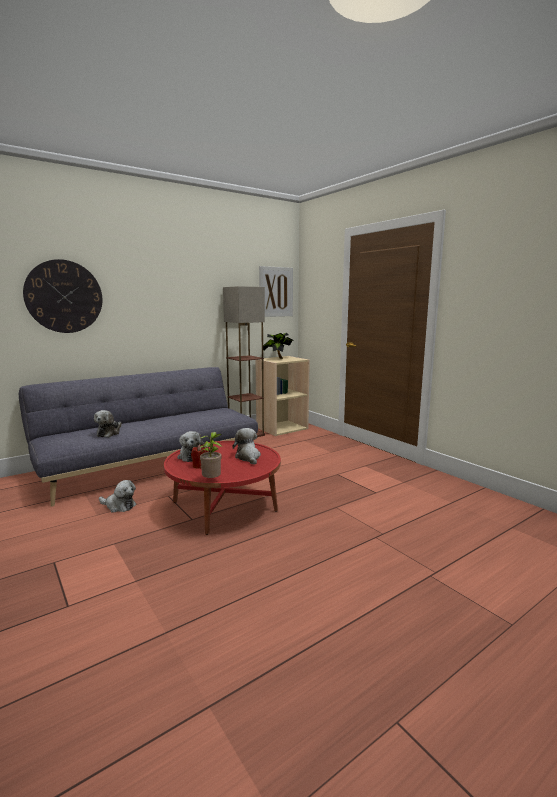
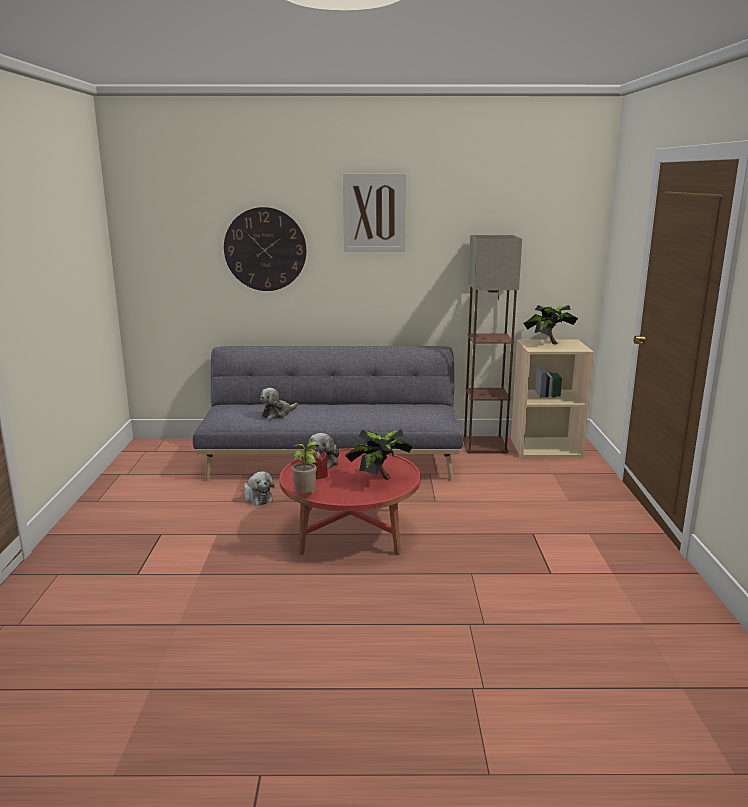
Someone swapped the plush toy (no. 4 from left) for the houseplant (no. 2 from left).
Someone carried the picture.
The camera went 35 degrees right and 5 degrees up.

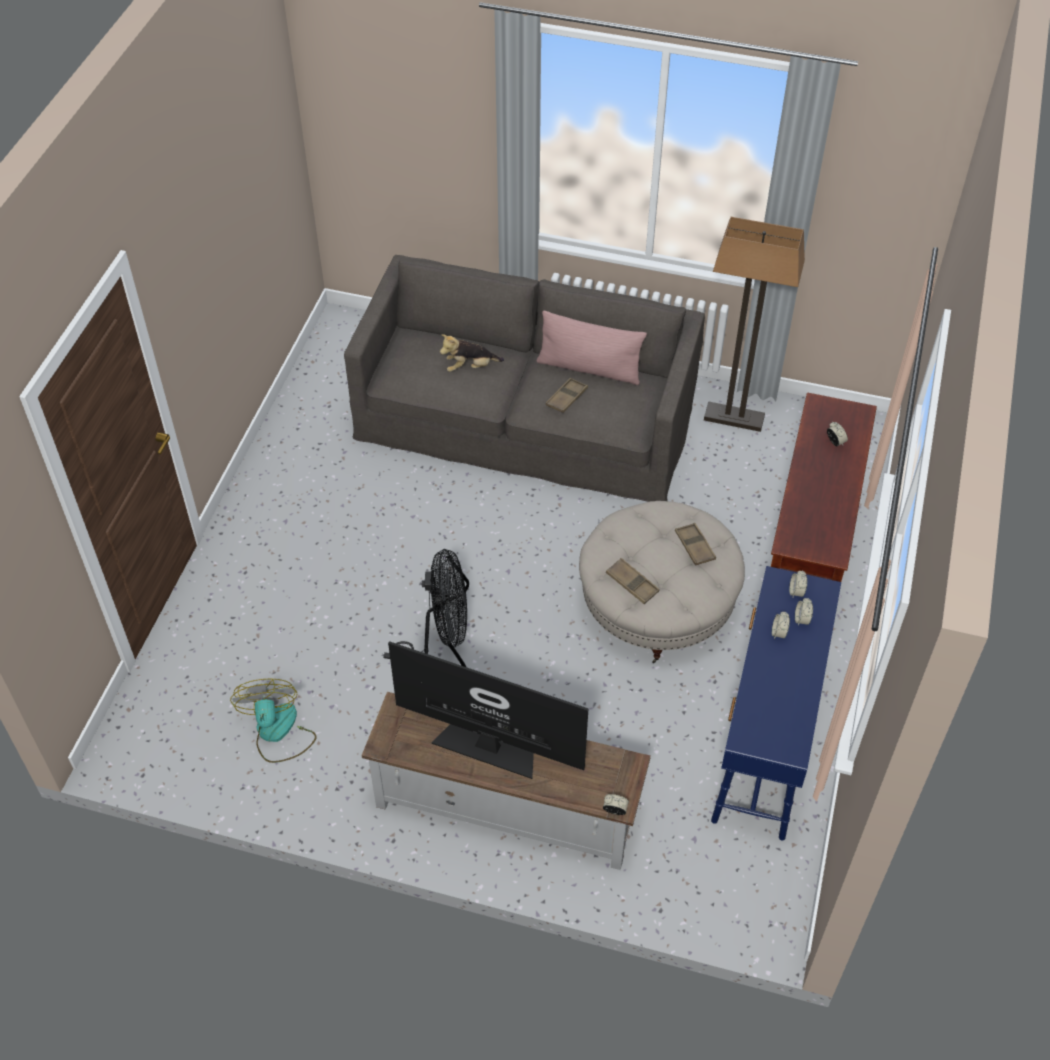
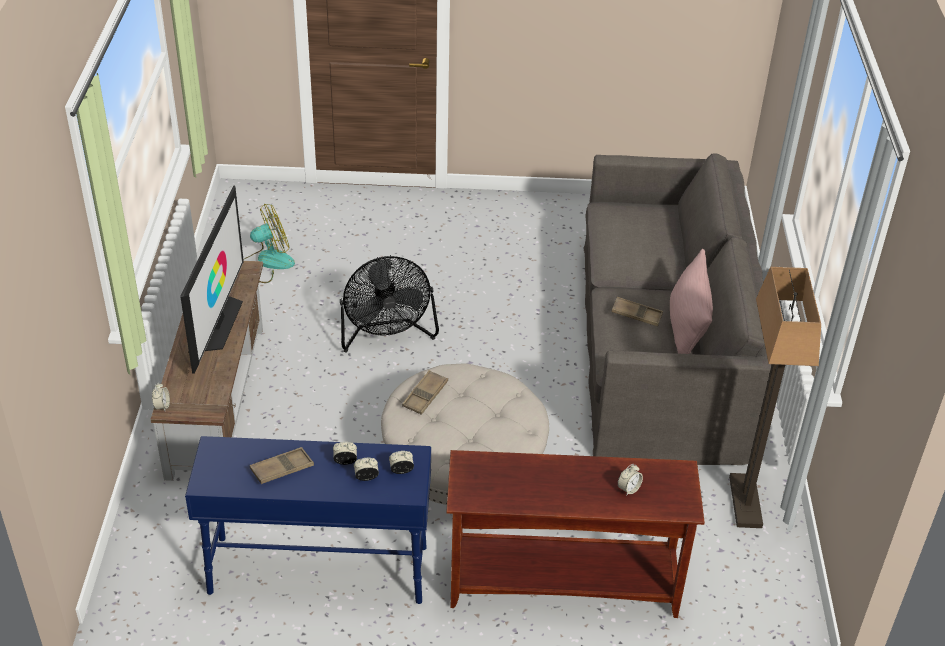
Someone took away the plush toy.
Someone carried the brown tray (no. 3 from left in the first image).
The camera went 75 degrees right and 10 degrees down.

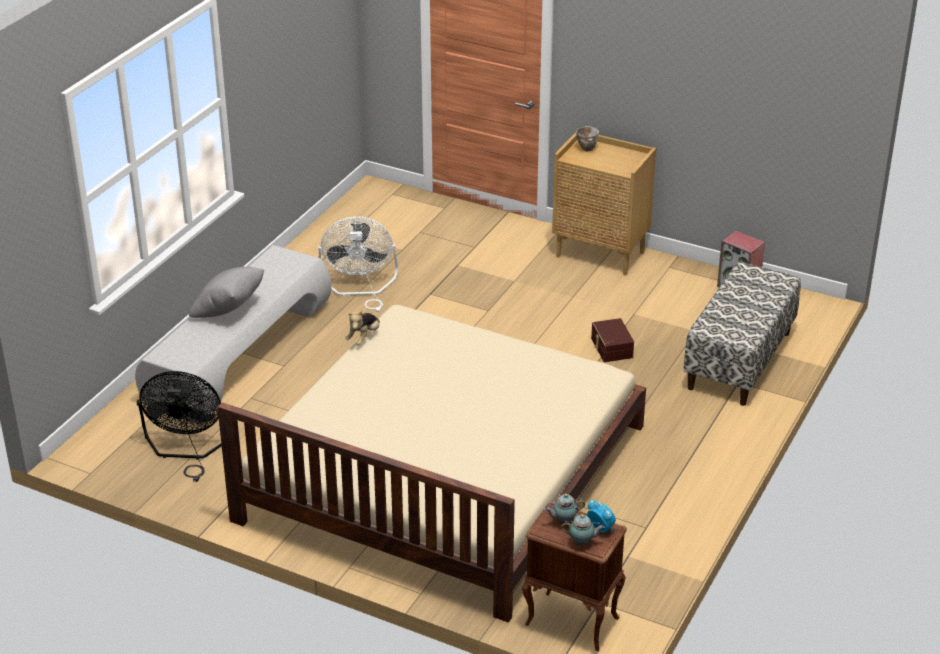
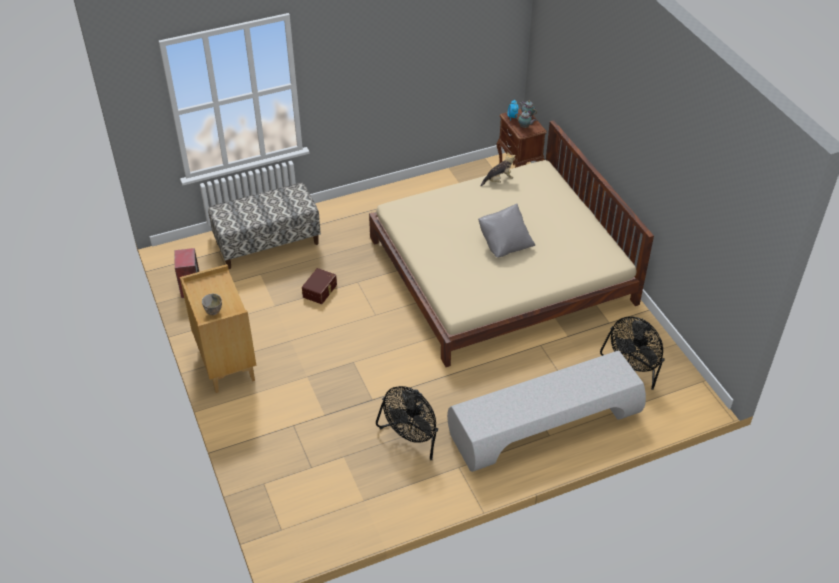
Someone carried the gray cushion.
Someone repainted the white-coloured fan, which became the black-coloured fan (no. 1 from left).
Someone carried the plush toy.
The camera went 140 degrees left and 10 degrees up.

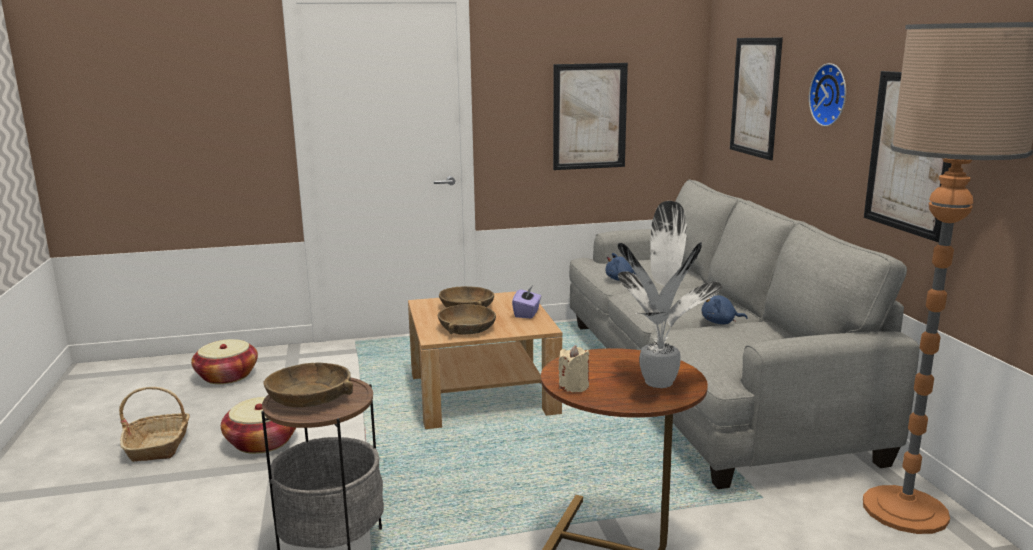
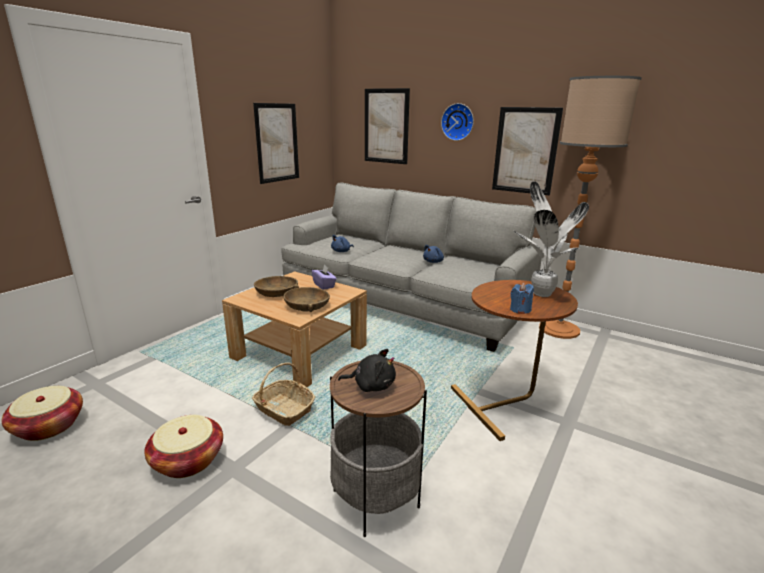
Someone carried the storage basket (no. 1 from left in the first image).
Someone swapped the brown deep dish (no. 1 from left) for the black-coloured plush toy.
Someone repainted the beige-coloured wax candle, which became the bluish wax candle.
The camera went 45 degrees left and 5 degrees up.

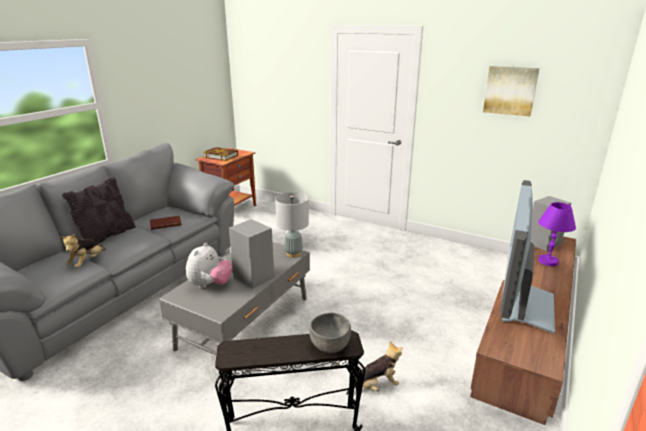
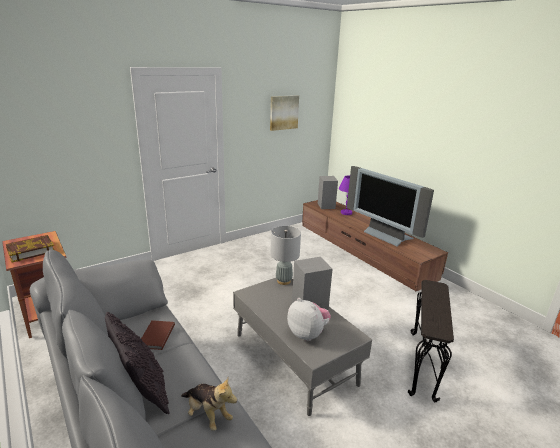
Someone took away the gray deep dish.
Someone took away the plush toy (no. 3 from left).
The camera went 65 degrees left and 0 degrees up.

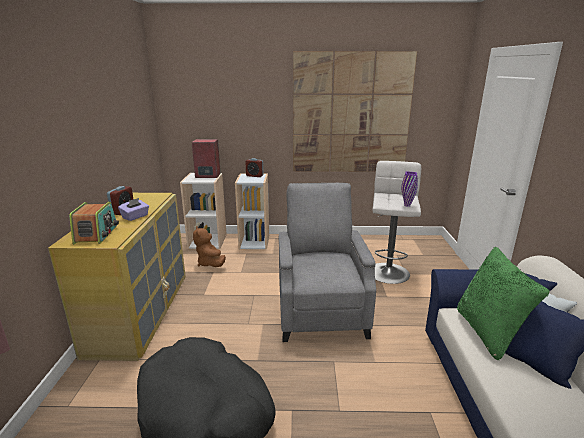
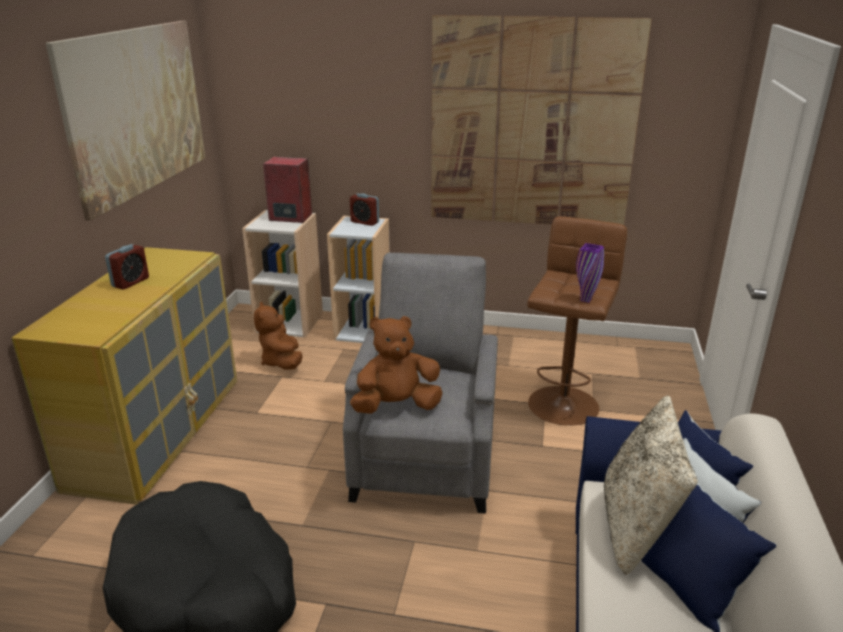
Someone took away the radio receiver.
Someone took away the purple tissue box.
Someone repainted the white-coloured stool seat, which became the brown stool seat.
Someone repainted the green cushion, which became the beige-coloured cushion.
Someone put up the picture (no. 1 from left).
Someone put down the brown plush toy (no. 2 from left).
The camera went 10 degrees right and 5 degrees up.

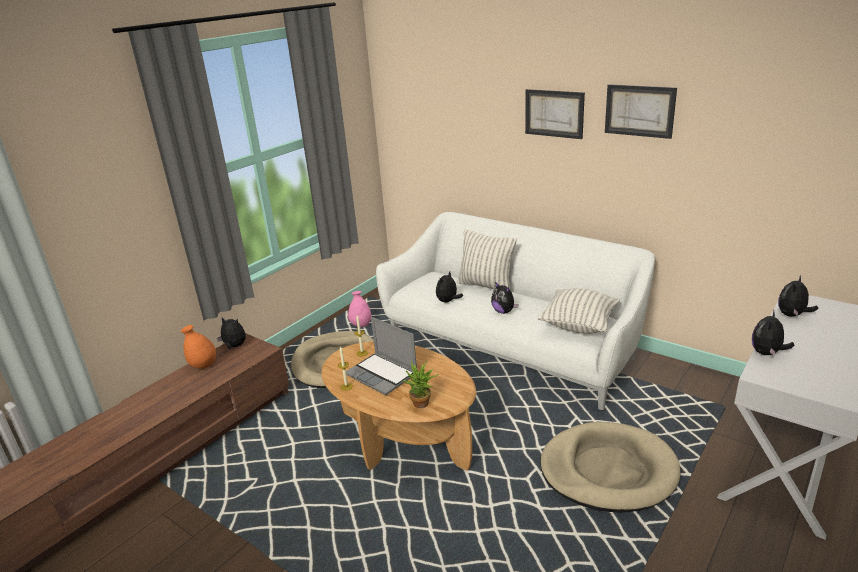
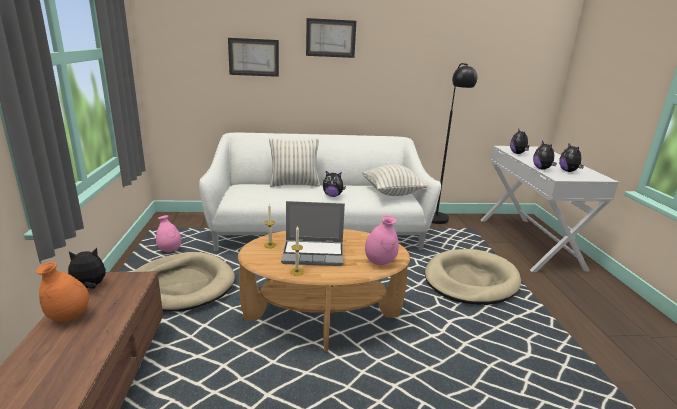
Someone swapped the houseplant for the pinkish decorative vase (no. 2 from left).
Someone carried the plush toy (no. 2 from left in the first image).
Someone carried the picture (no. 2 from left in the first image).
Someone put down the black-coloured standard lamp.
The camera went 45 degrees left and 5 degrees down.

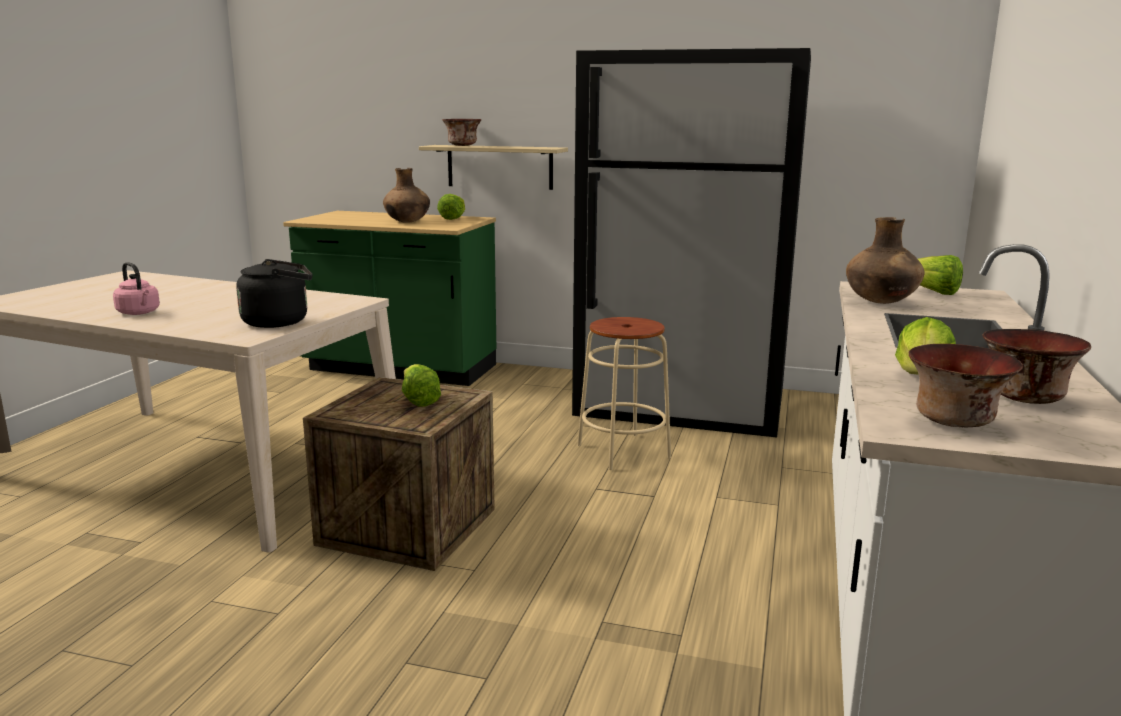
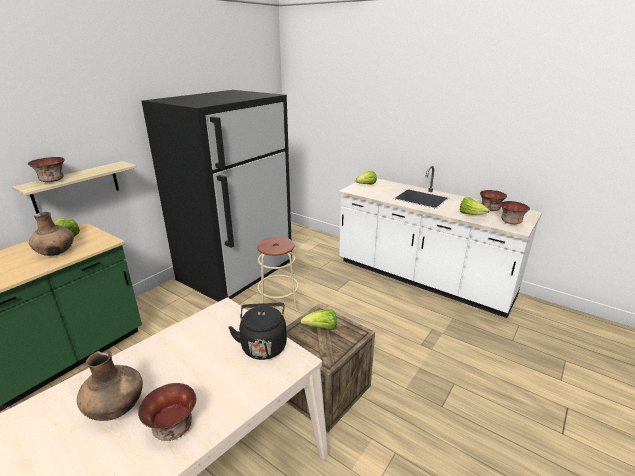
Someone swapped the pinkish tea kettle for the deep dish (no. 2 from left).
Someone carried the brown decorative vase (no. 2 from left).
The camera went 70 degrees left and 10 degrees up.

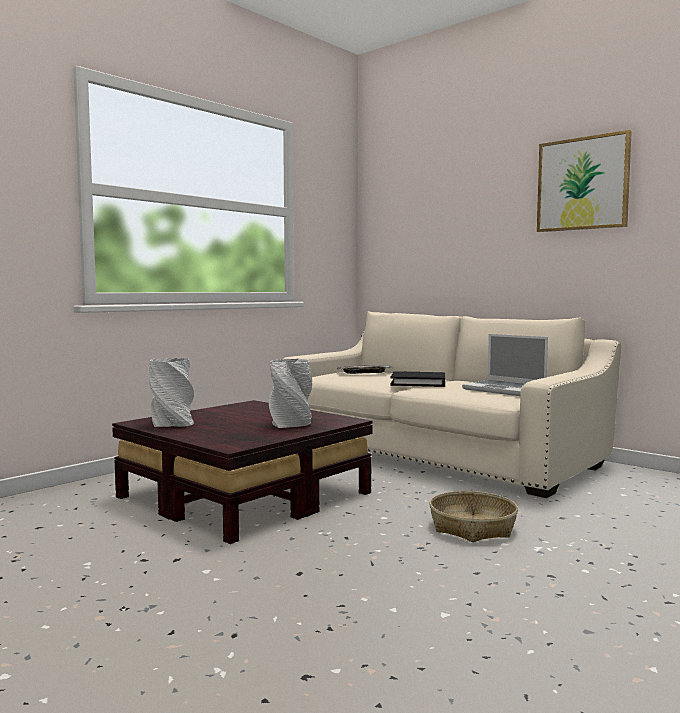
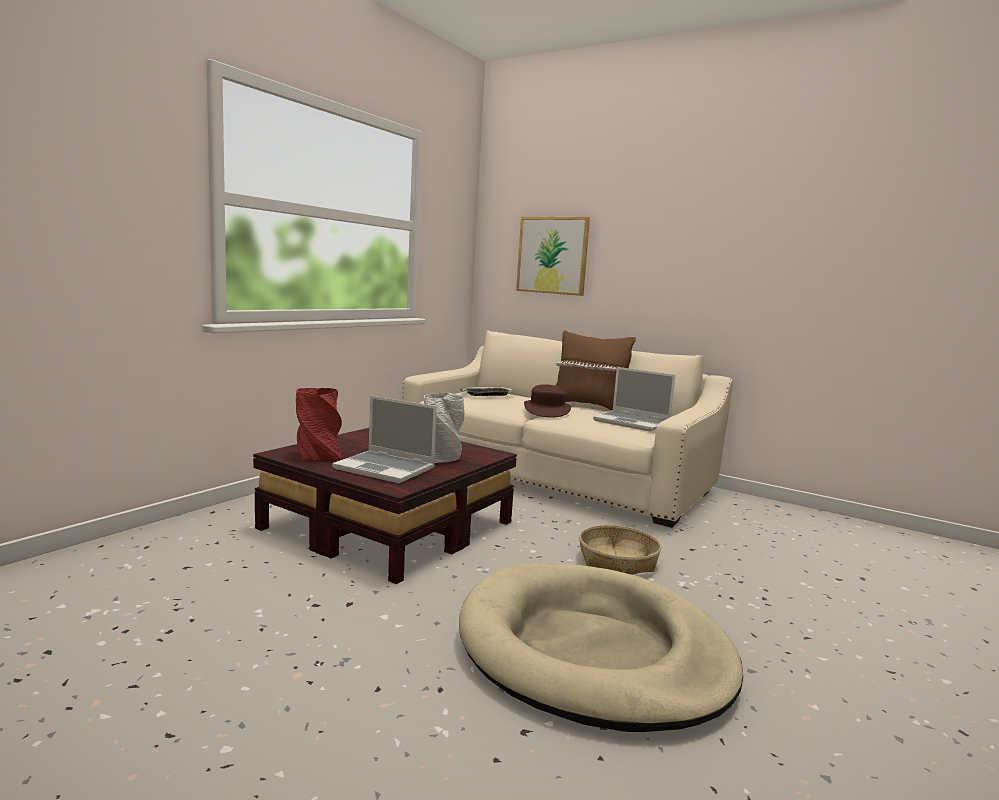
Someone repainted the gray decorative vase (no. 1 from left), which became the red decorative vase.
Someone swapped the black-coloured bound book for the brown clothing hat.
Someone carried the picture.
Someone put down the portable computer (no. 1 from left).
Someone put down the beige-coloured dog cushion.
Someone put down the brown cushion.
The camera went 10 degrees left and 5 degrees up.

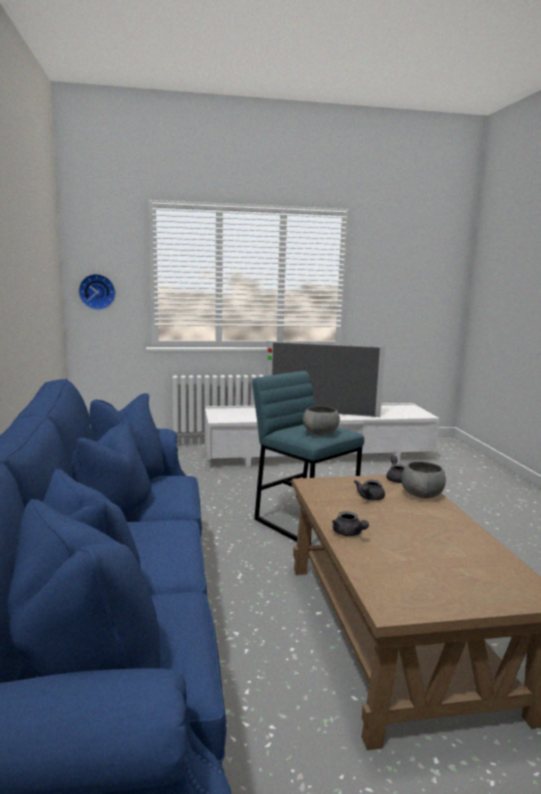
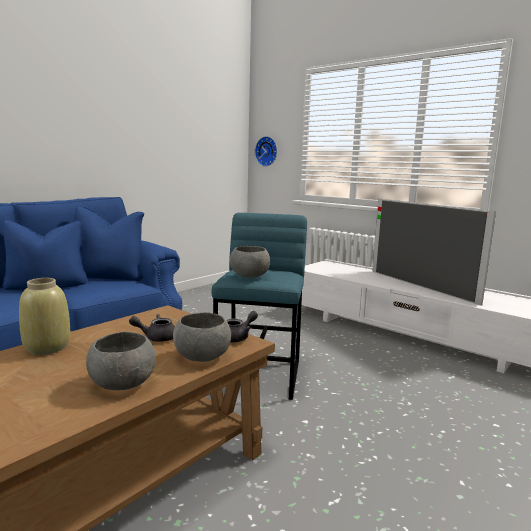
Someone swapped the gray pot for tea (no. 1 from left) for the beige-coloured decorative vase.
Someone put down the gray deep dish (no. 1 from left).
The camera went 50 degrees right and 0 degrees up.

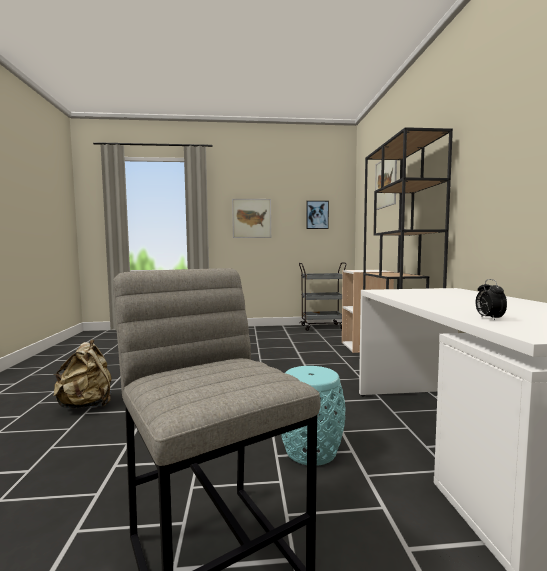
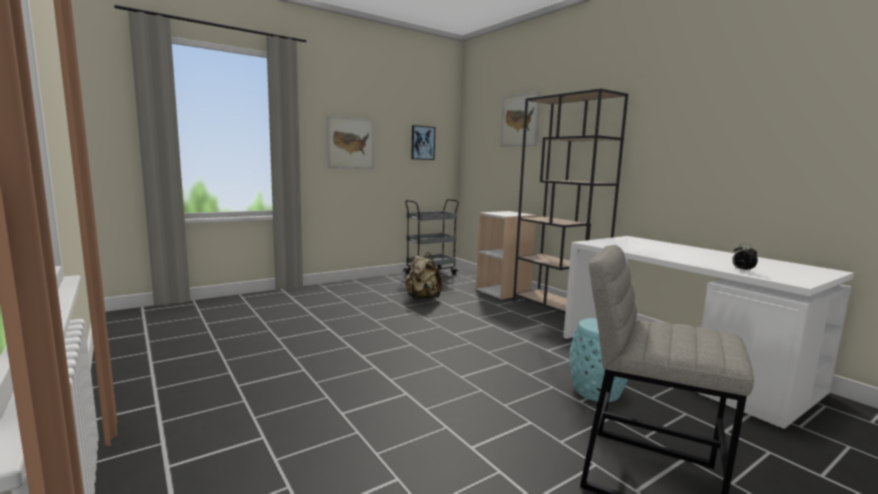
Someone carried the beige-coloured backpack.
The camera went 30 degrees left and 5 degrees up.

